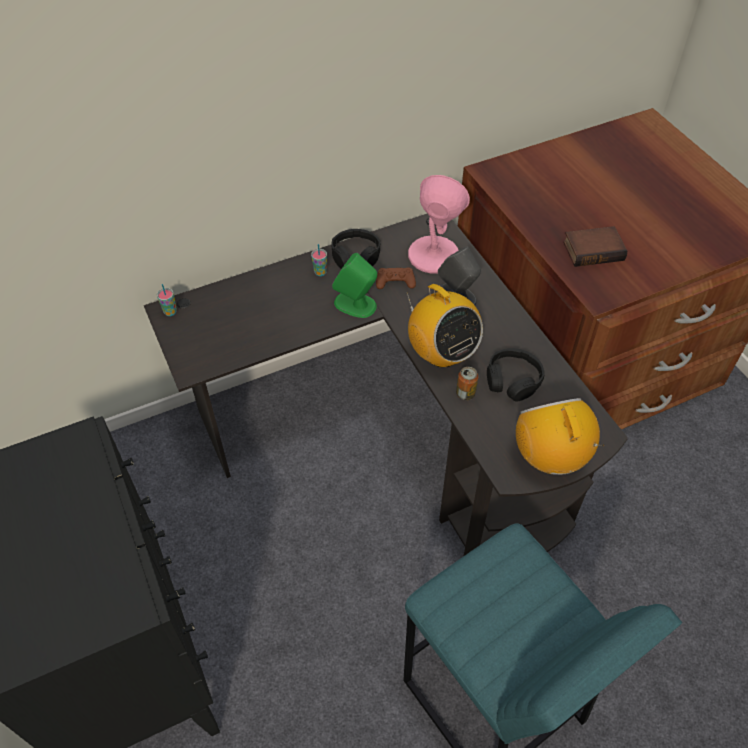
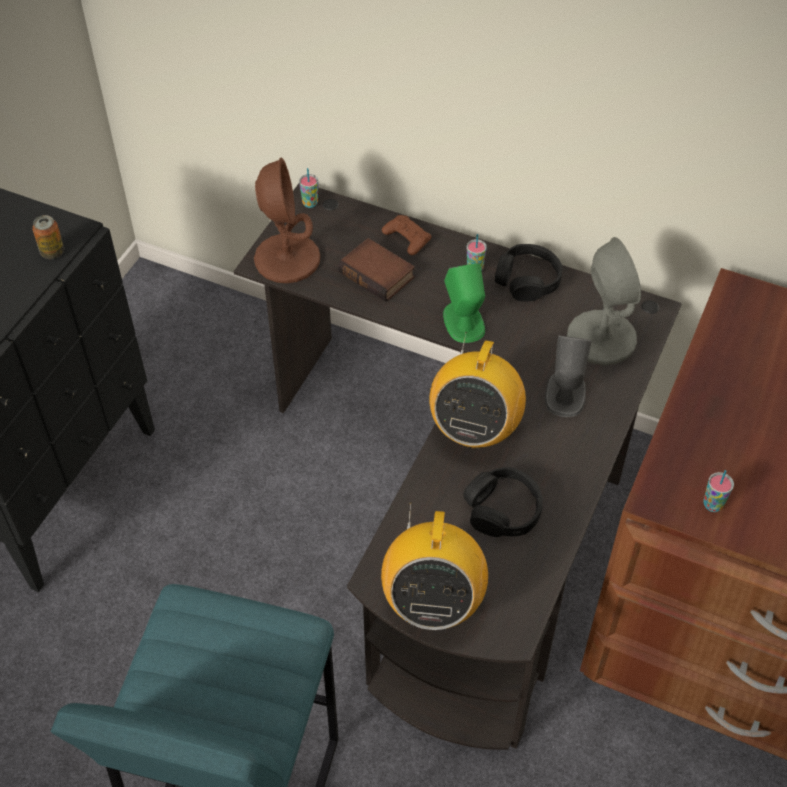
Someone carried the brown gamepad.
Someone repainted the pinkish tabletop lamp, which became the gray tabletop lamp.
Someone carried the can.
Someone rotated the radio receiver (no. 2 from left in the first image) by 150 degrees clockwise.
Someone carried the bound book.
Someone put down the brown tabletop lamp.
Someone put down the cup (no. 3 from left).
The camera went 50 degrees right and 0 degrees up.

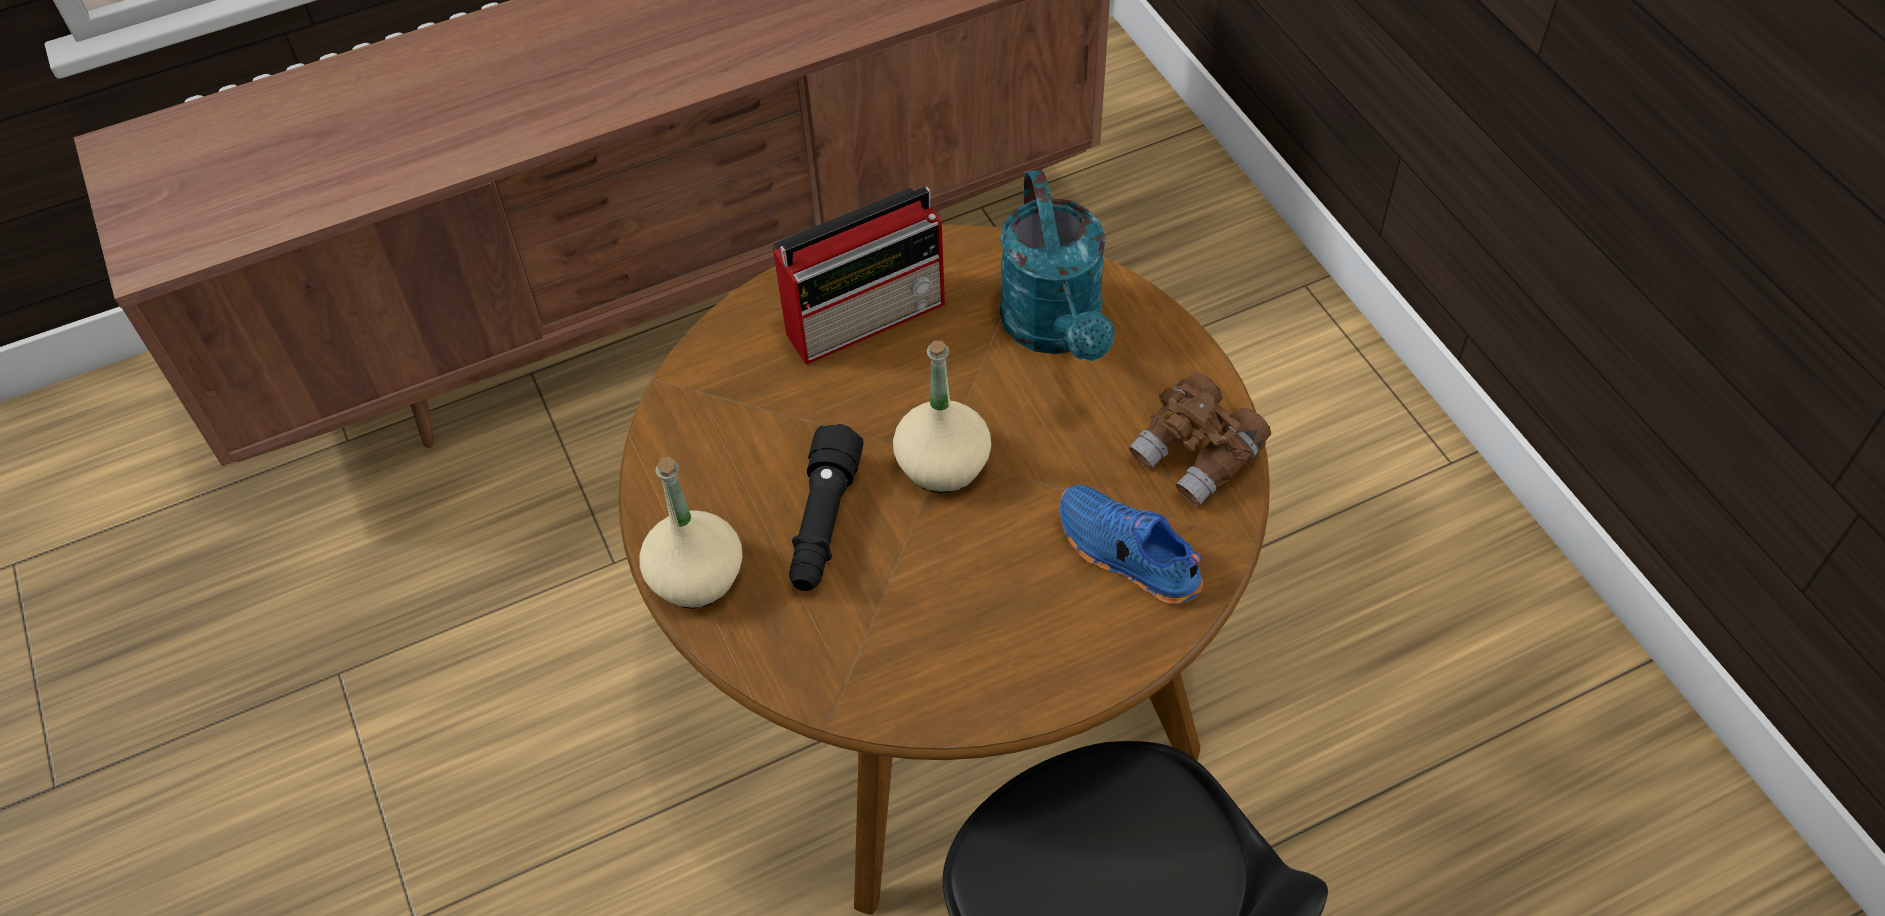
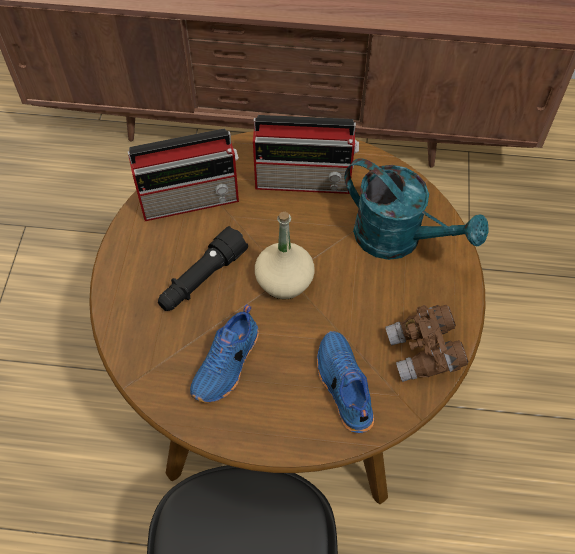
Someone took away the beige-coloured bottle (no. 1 from left).
Someone rotated the turquoise watering pot by 75 degrees counterclockwise.
Someone put down the radio receiver (no. 1 from left).
Someone put down the bluish shoe (no. 1 from left).
The camera went 30 degrees right and 5 degrees up.

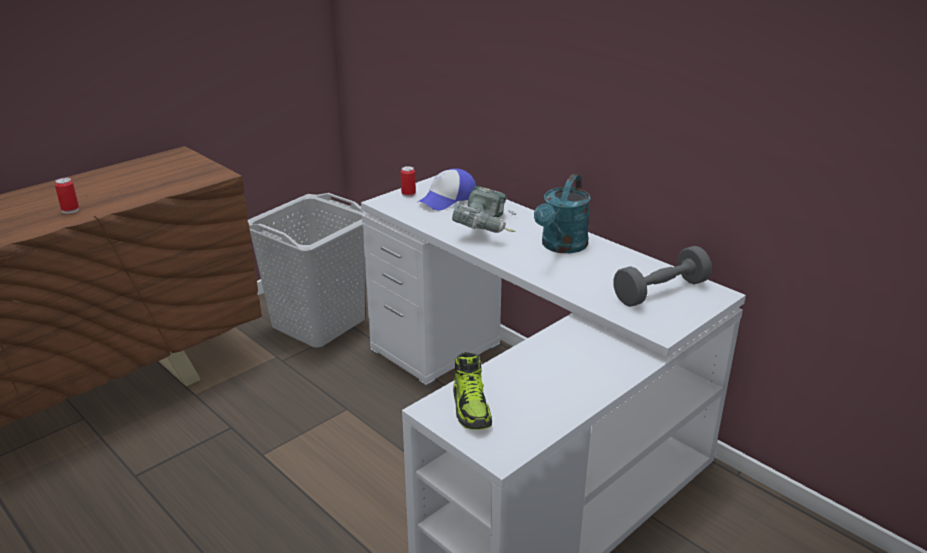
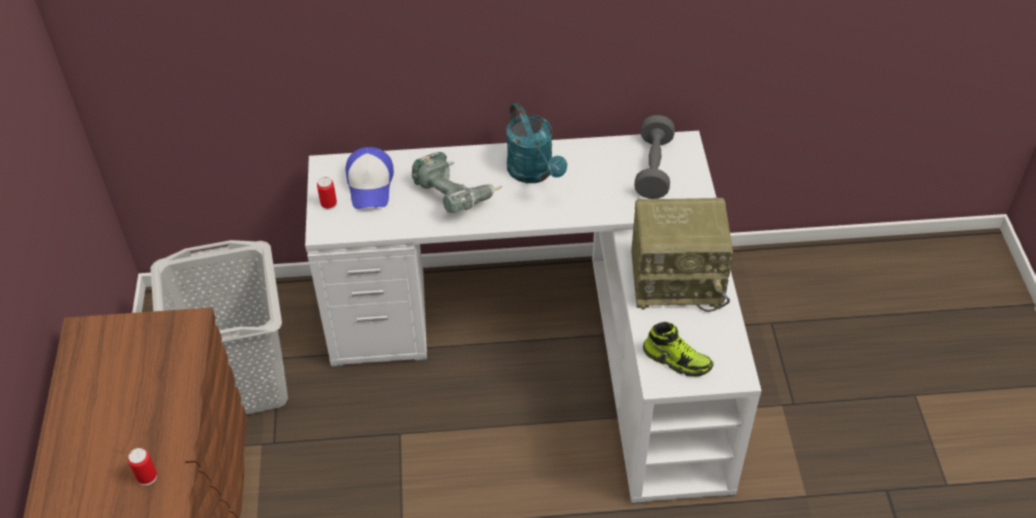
Someone put down the radio receiver.
The camera went 50 degrees left and 20 degrees up.

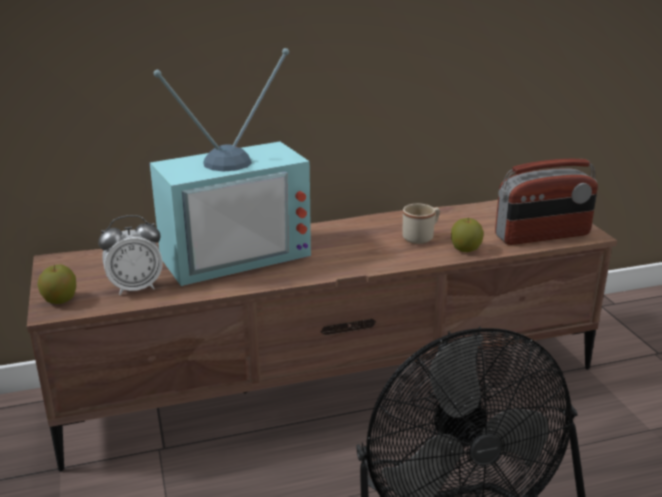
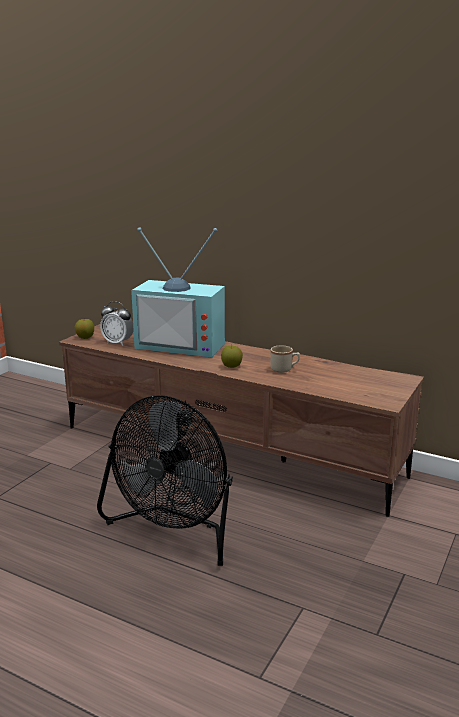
Someone carried the whole apple (no. 2 from left).
Someone took away the radio receiver.
The camera went 45 degrees right and 5 degrees down.

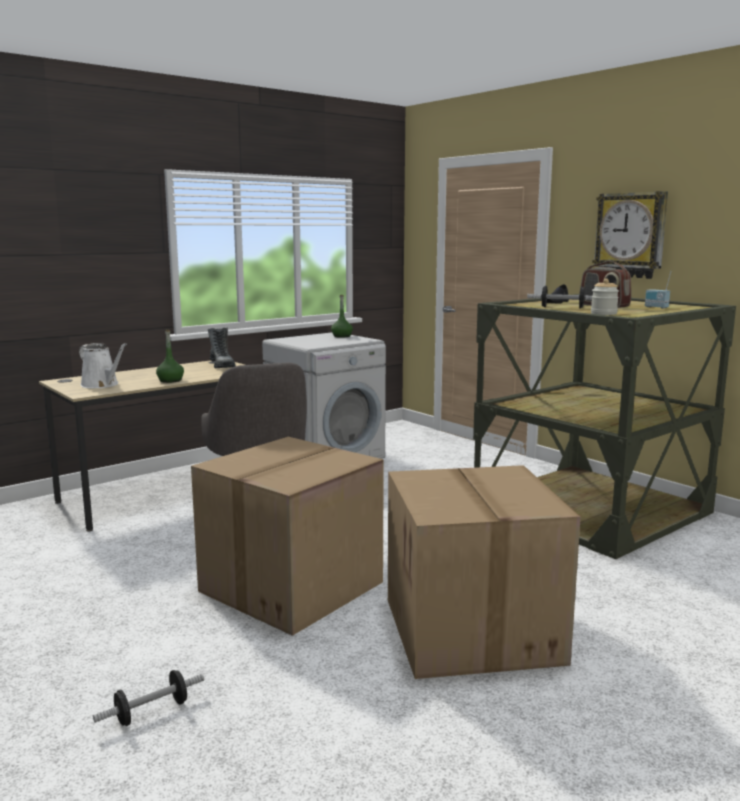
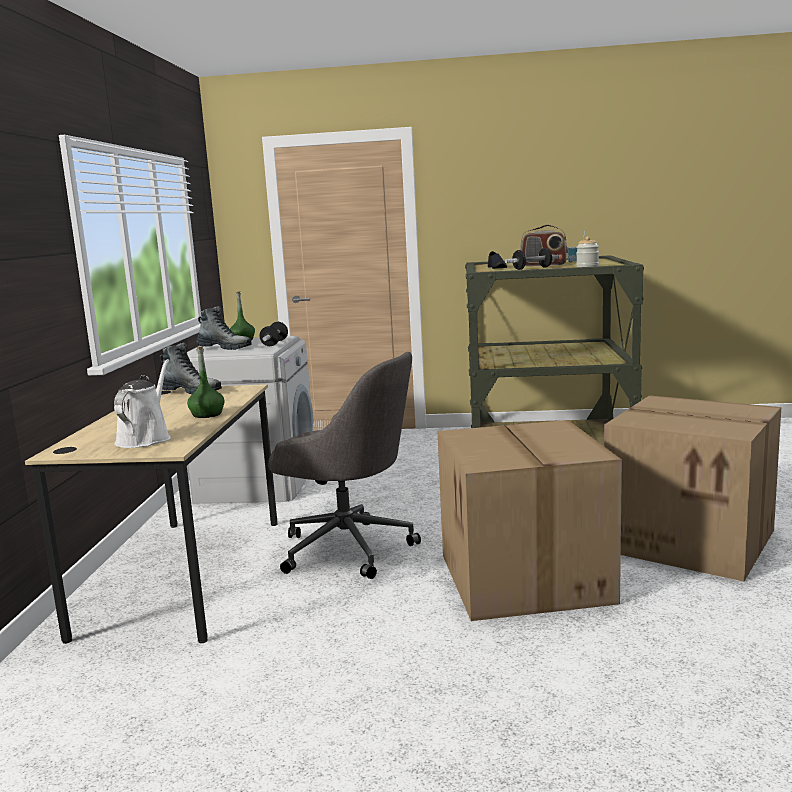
Someone rotated the white-coloured watering pot by 75 degrees counterclockwise.
Someone carried the dumbbell (no. 1 from left).
Someone took away the clock on the wall.
Someone put down the tall boot (no. 2 from left).
The camera went 45 degrees left and 0 degrees up.

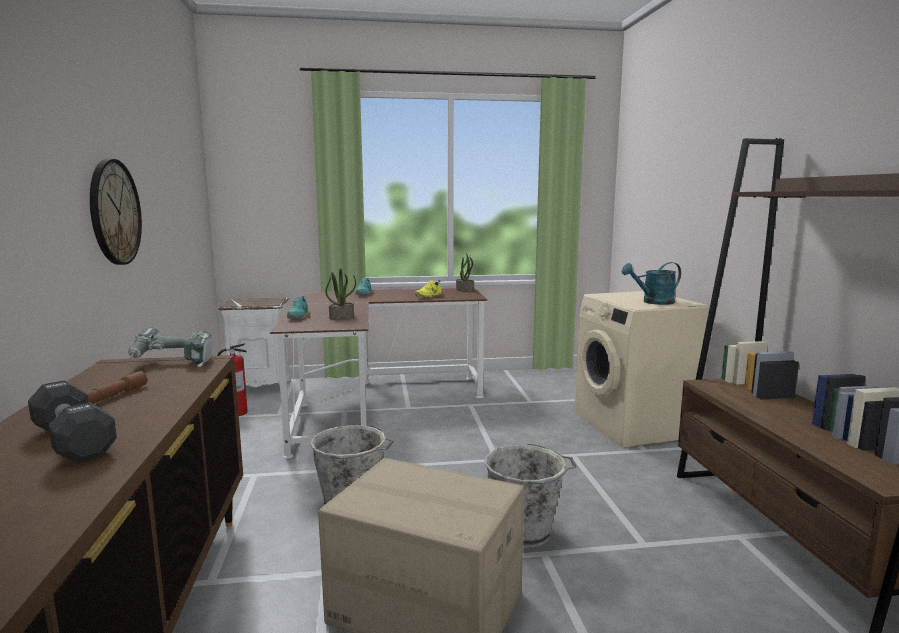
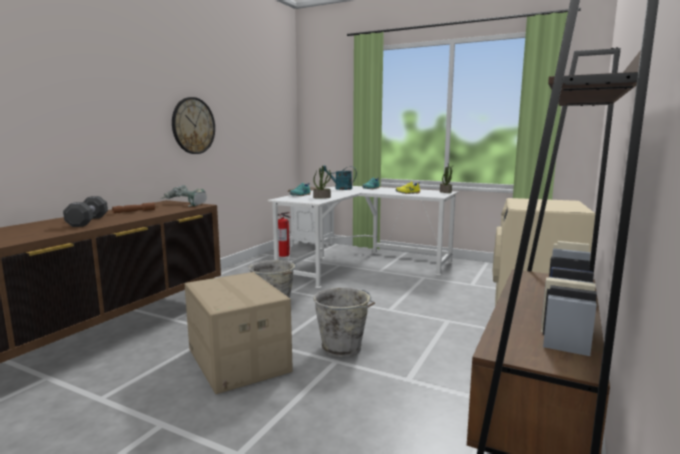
Someone repainted the brown desk, which became the white-coloured desk.
Someone carried the turquoise watering pot.
The camera went 35 degrees right and 0 degrees up.

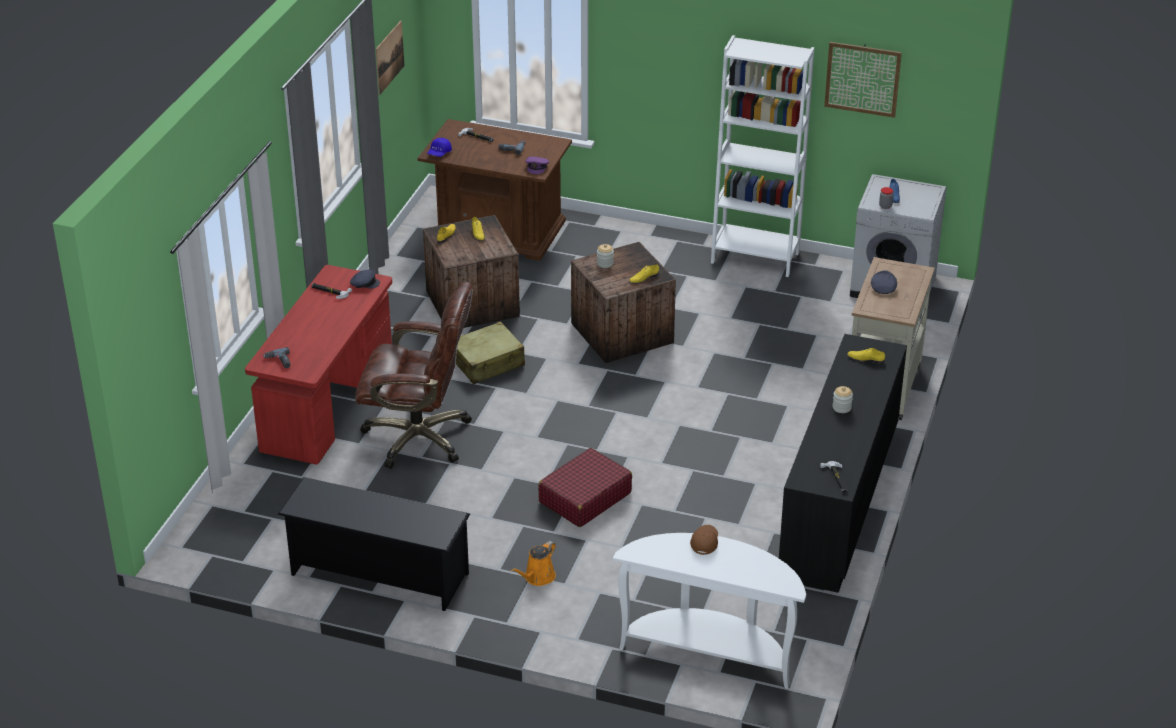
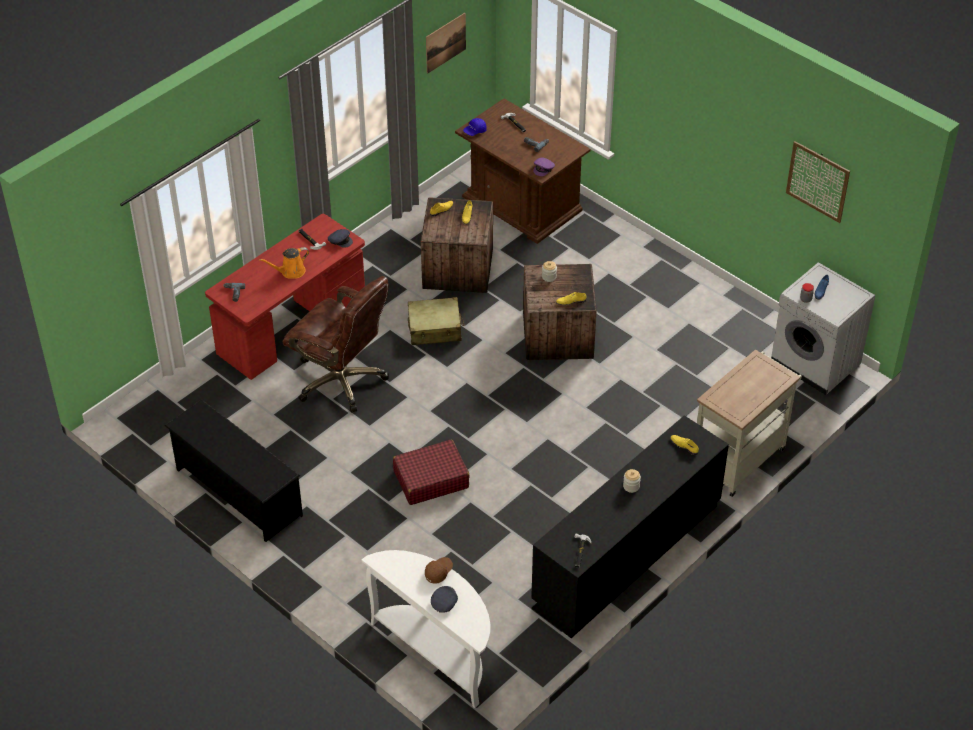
Someone carried the orange watering pot.
Someone took away the white-coloured bookshelf.
Someone carried the gray baseball cap (no. 2 from left).
The camera went 25 degrees right and 10 degrees up.

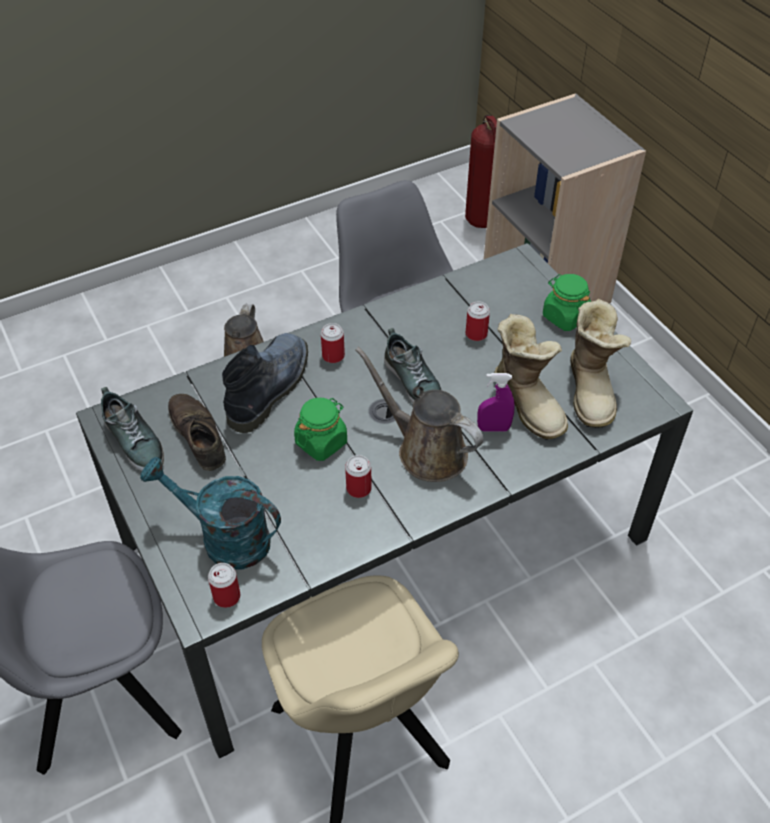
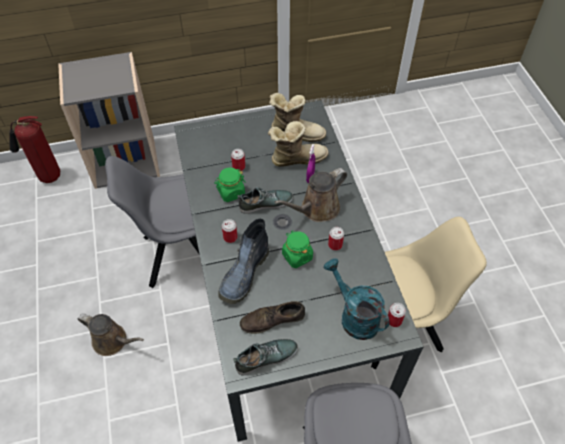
Someone rotated the turquoise watering pot by 105 degrees clockwise.
Someone rotated the tall boot (no. 1 from left) by 105 degrees counterclockwise.
Someone carried the green jar (no. 2 from left in the first image).
The camera went 75 degrees left and 5 degrees up.

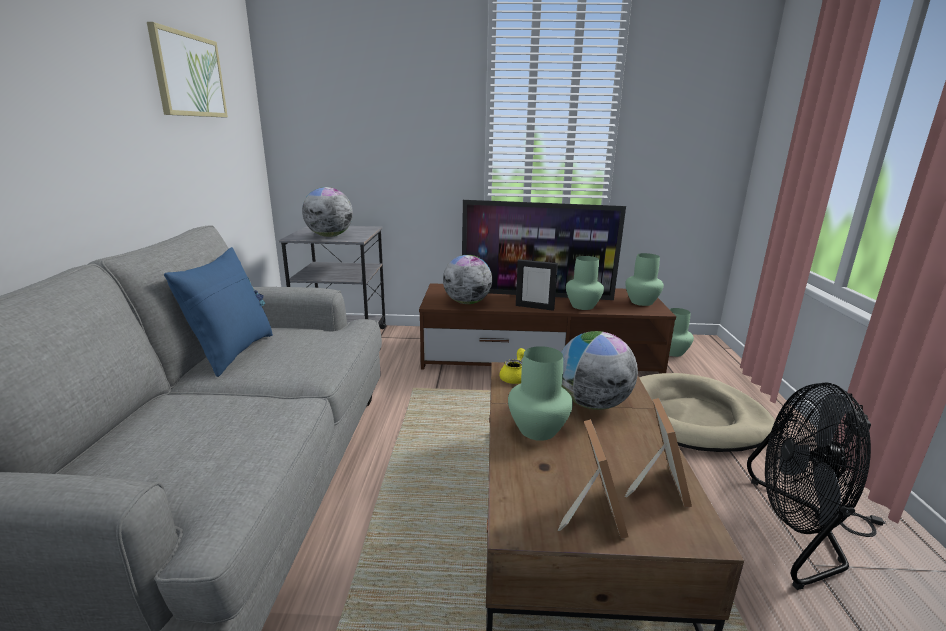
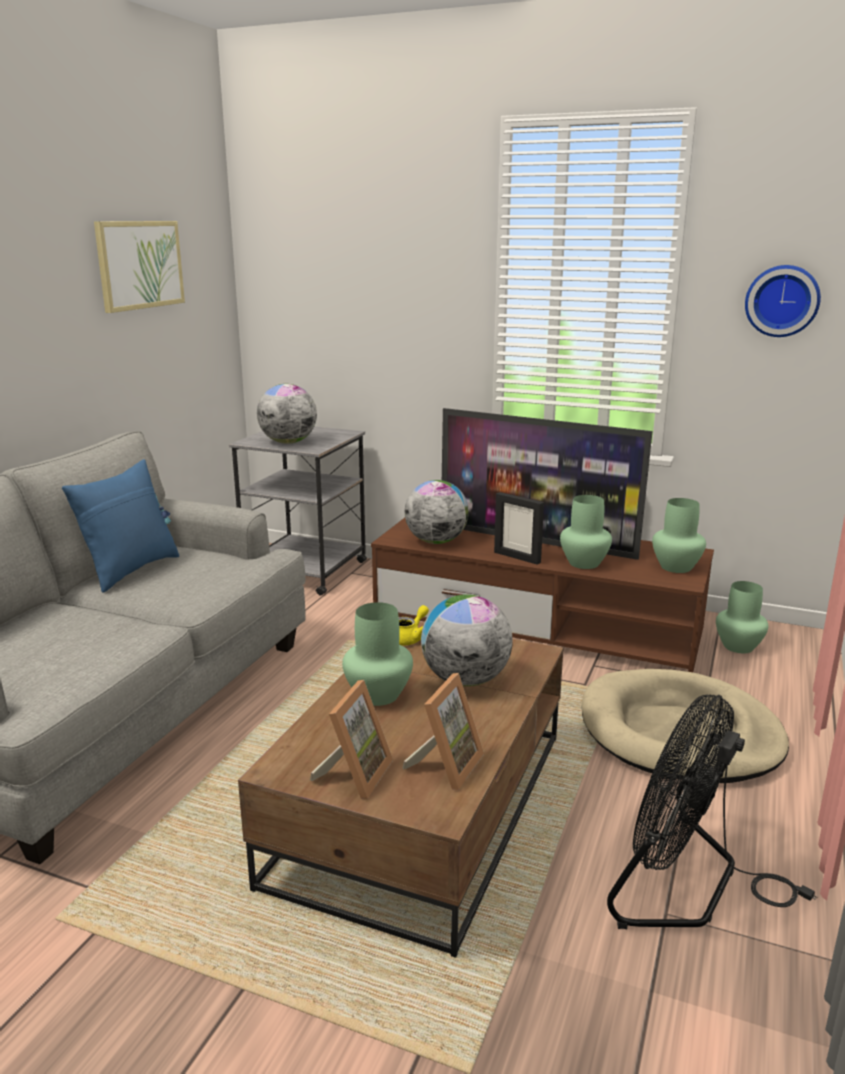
Someone put up the clock on the wall.
The camera went 20 degrees right and 0 degrees up.

